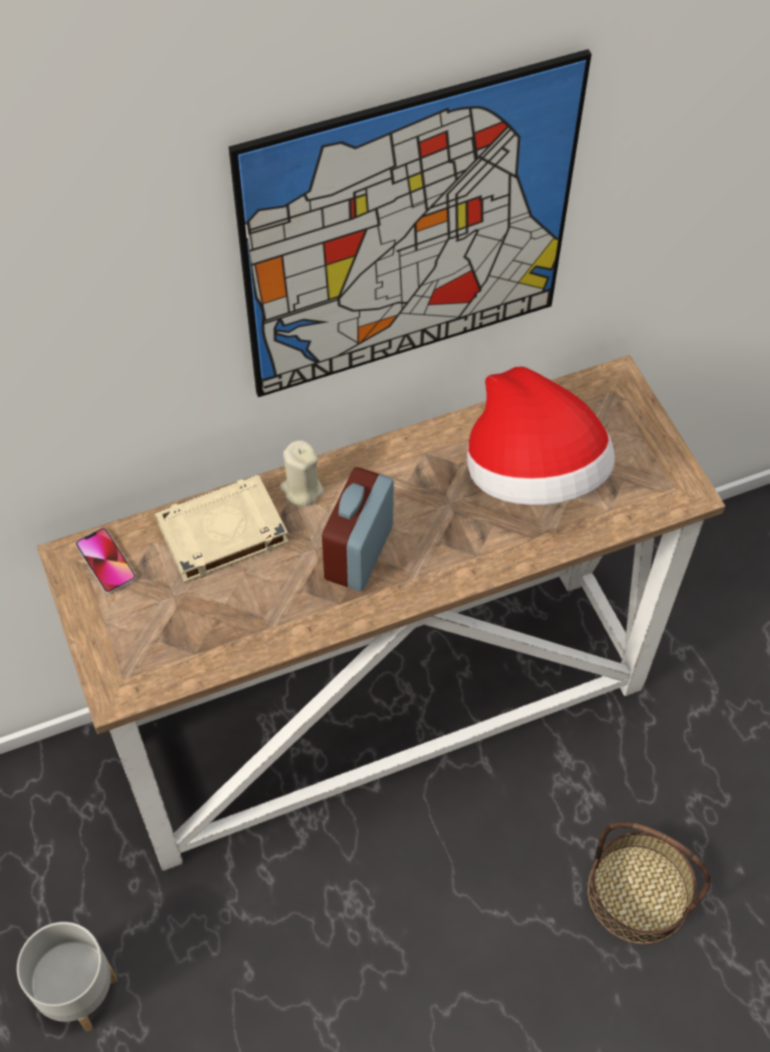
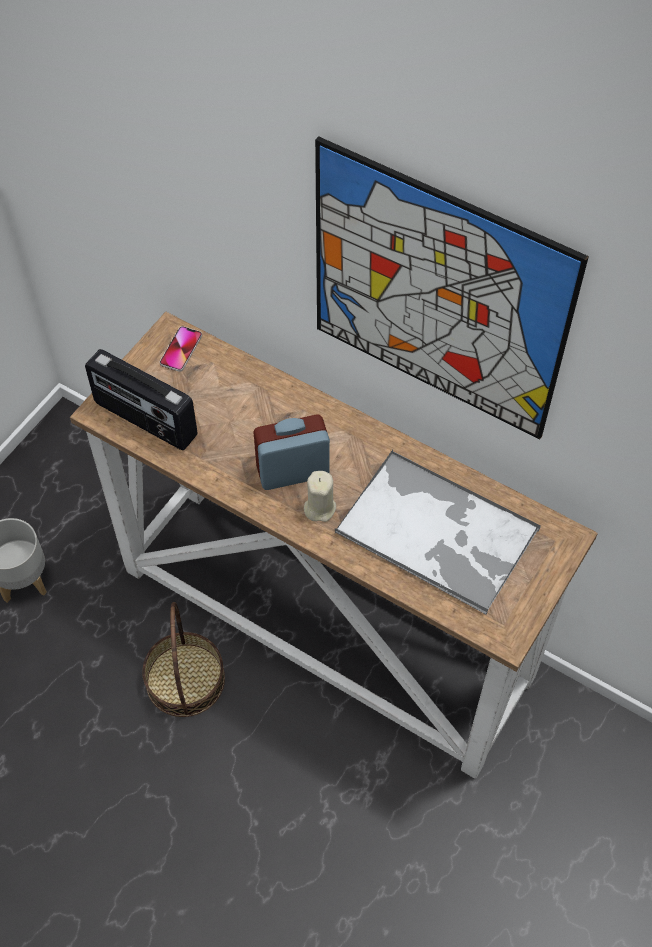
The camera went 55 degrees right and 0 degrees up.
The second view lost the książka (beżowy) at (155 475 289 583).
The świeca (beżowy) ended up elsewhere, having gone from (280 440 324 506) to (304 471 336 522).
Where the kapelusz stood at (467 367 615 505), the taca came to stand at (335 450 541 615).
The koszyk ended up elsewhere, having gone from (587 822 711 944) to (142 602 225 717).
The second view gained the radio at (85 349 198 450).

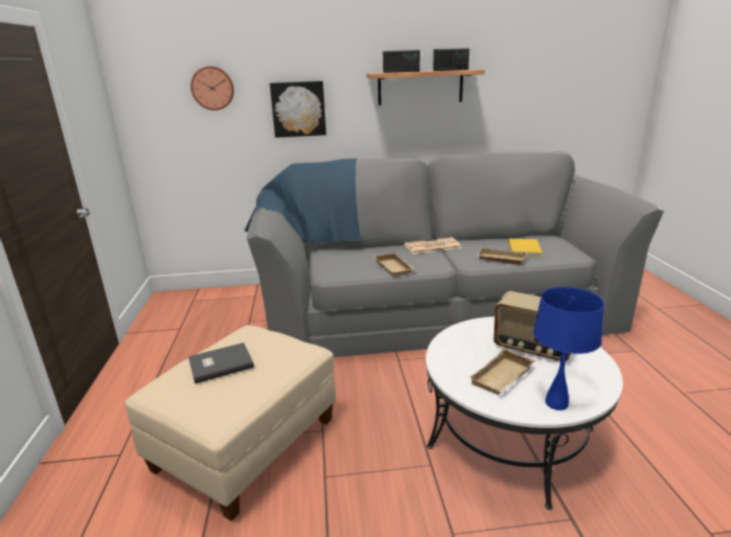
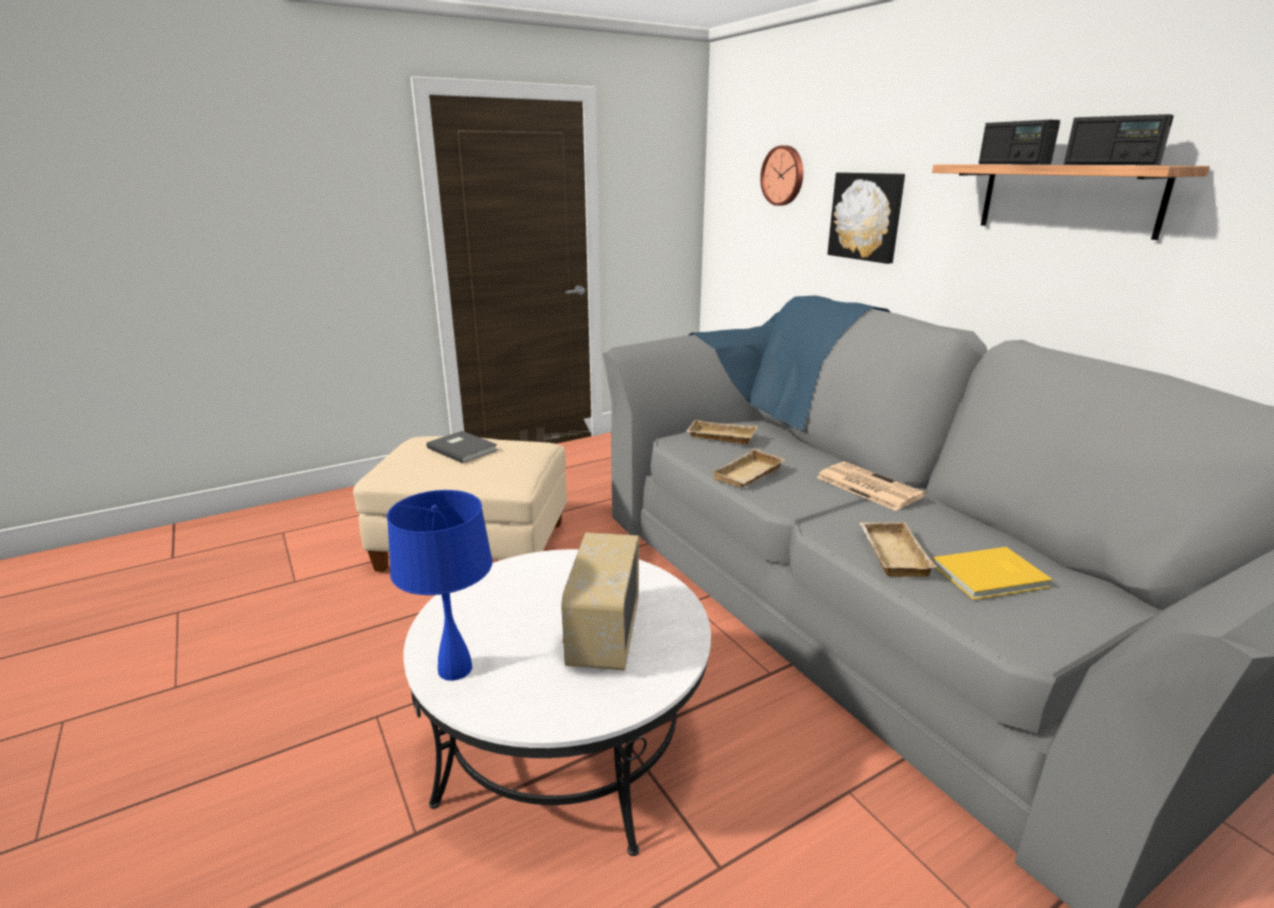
The camera went 65 degrees right and 0 degrees up.
The taca (beżowy) ended up elsewhere, having gone from (470 348 535 395) to (686 419 758 444).

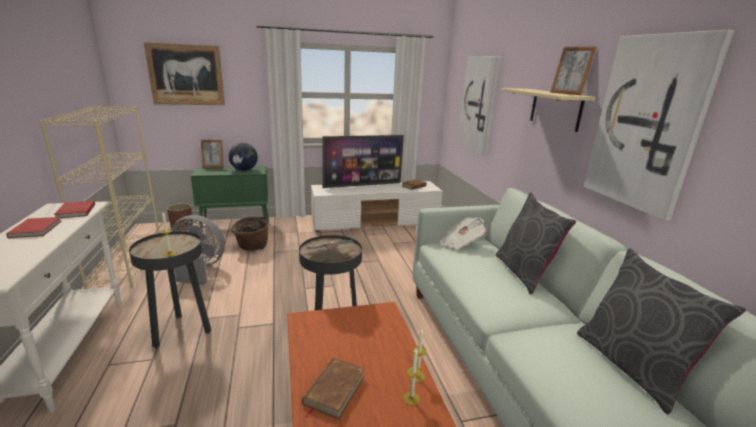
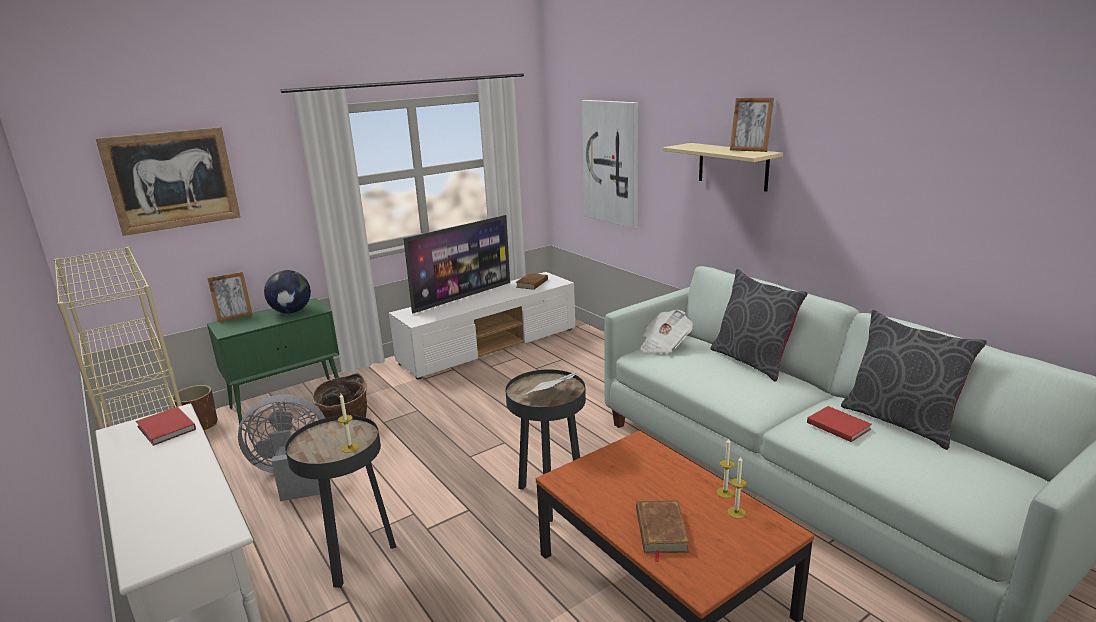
The camera went 20 degrees left and 0 degrees up.
The książka (czerwony) ended up elsewhere, having gone from (6 217 62 238) to (807 406 872 442).
The second view lost the obraz at (584 30 734 221).

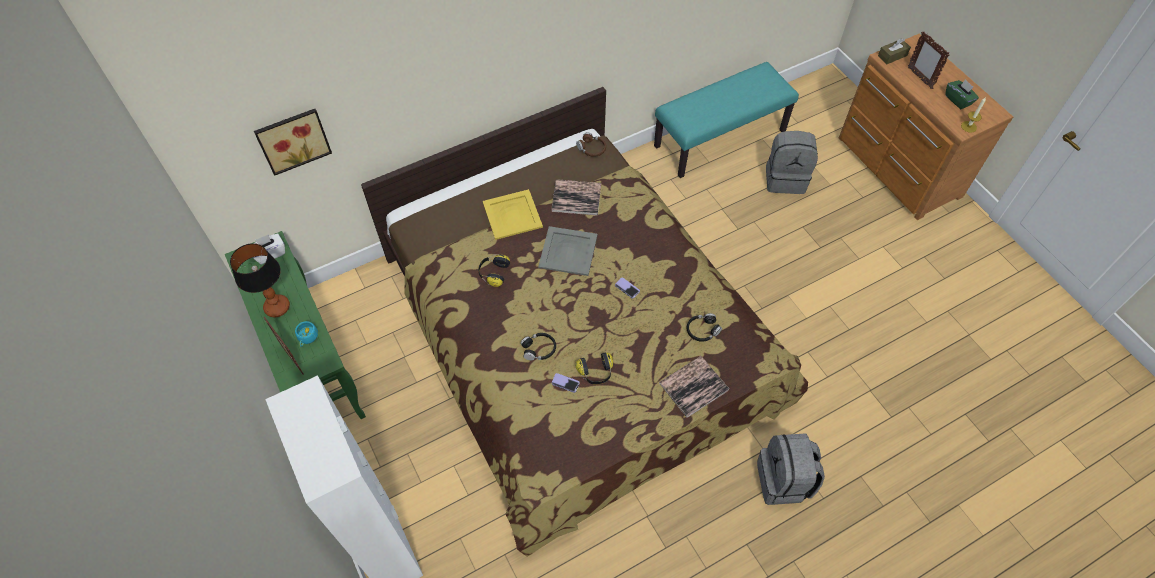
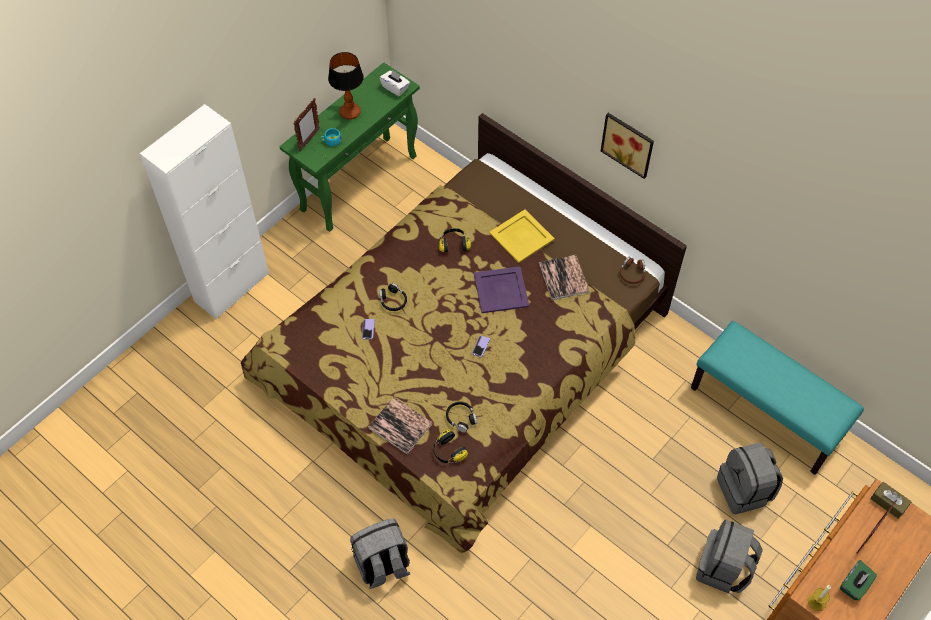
The camera went 70 degrees right and 0 degrees up.
The obraz ended up elsewhere, having gone from (254 109 332 176) to (601 113 654 179).
What was the taca (szary) at (538 226 597 276) turned into the taca (fioletowy) at (474 266 529 313).
The słuchawki ended up elsewhere, having gone from (575 353 613 384) to (433 429 468 463).
The second view gained the plecak (szary) at (696 520 763 593).

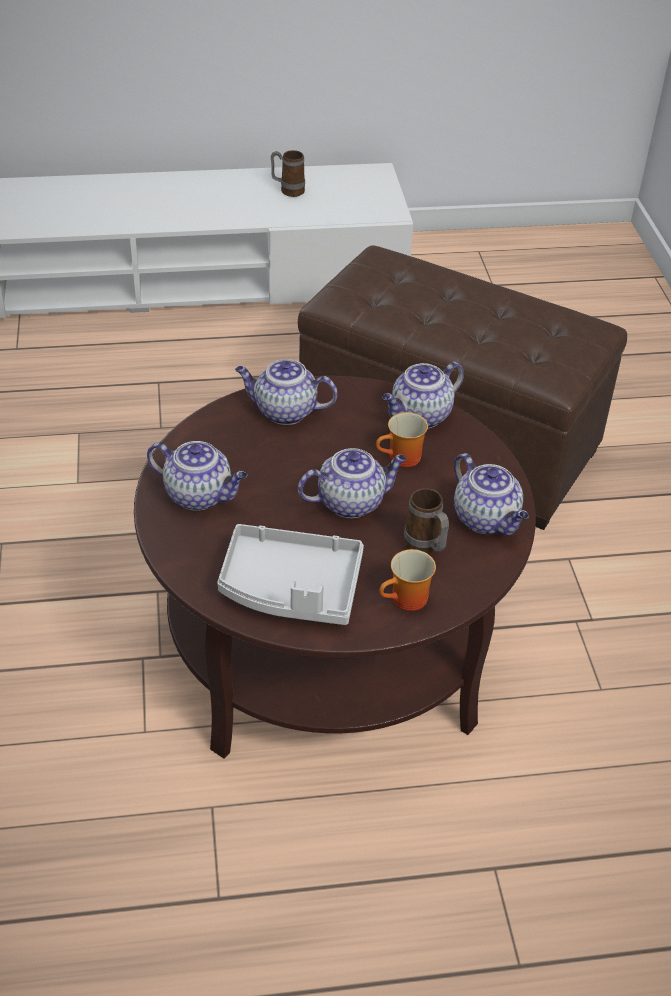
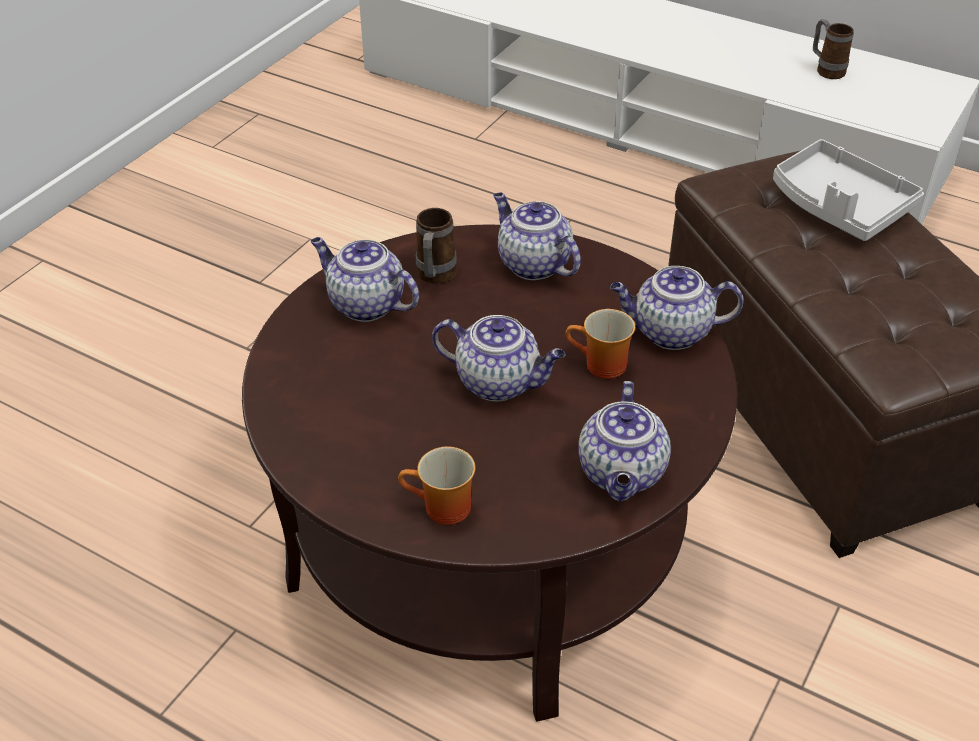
The camera went 40 degrees right and 0 degrees up.
The imbryk at (147 441 247 511) ended up facing another way, 150 degrees clockwise from before.
The taca (szary) ended up elsewhere, having gone from (217 524 364 625) to (773 139 924 241).
The kubek ended up elsewhere, having gone from (404 488 449 555) to (416 208 457 284).

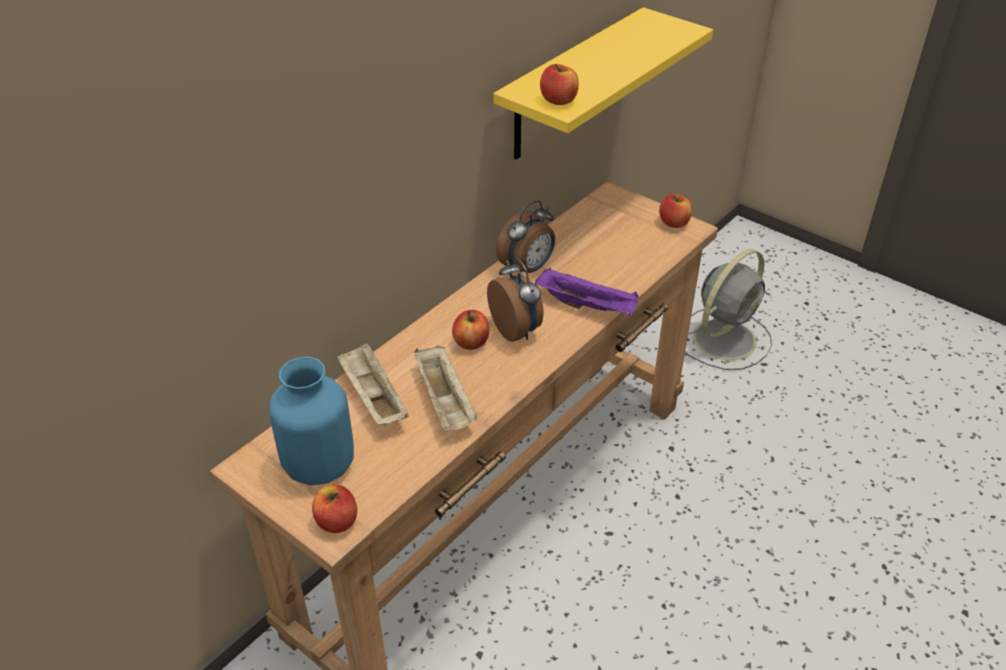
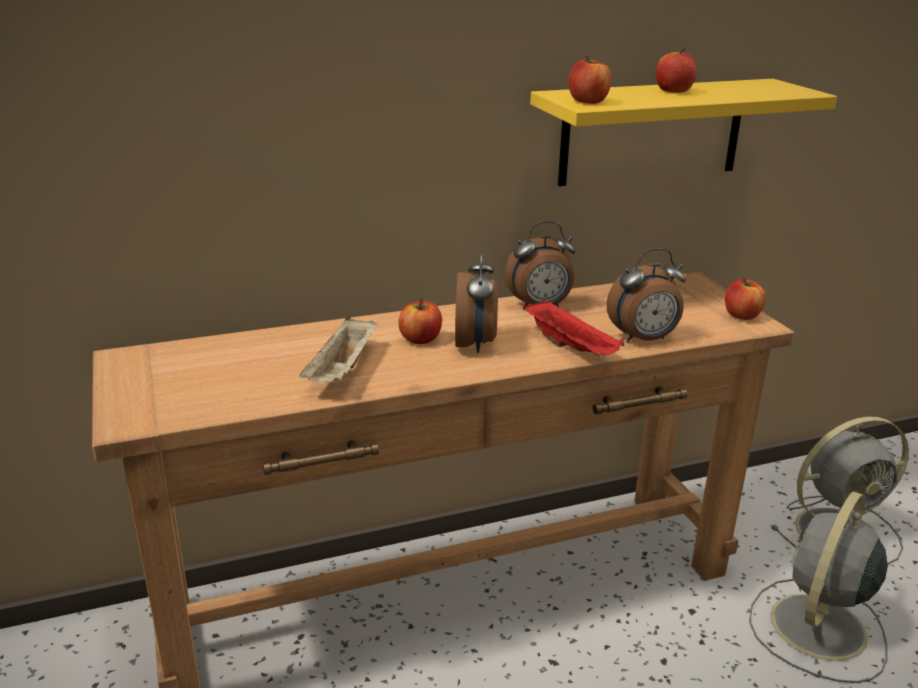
The camera went 30 degrees right and 15 degrees down.
The second view lost the wazon (niebieski) at (269 357 354 485).
The jabłko ended up elsewhere, having gone from (312 485 357 533) to (656 49 697 93).
The second view lost the taca (beżowy) at (337 342 409 425).
What was the taca (fioletowy) at (535 268 639 315) turned into the taca (czerwony) at (523 300 624 355).
The second view gained the budzik at (607 248 686 343).
The second view gained the wentylator (szary) at (749 491 888 683).

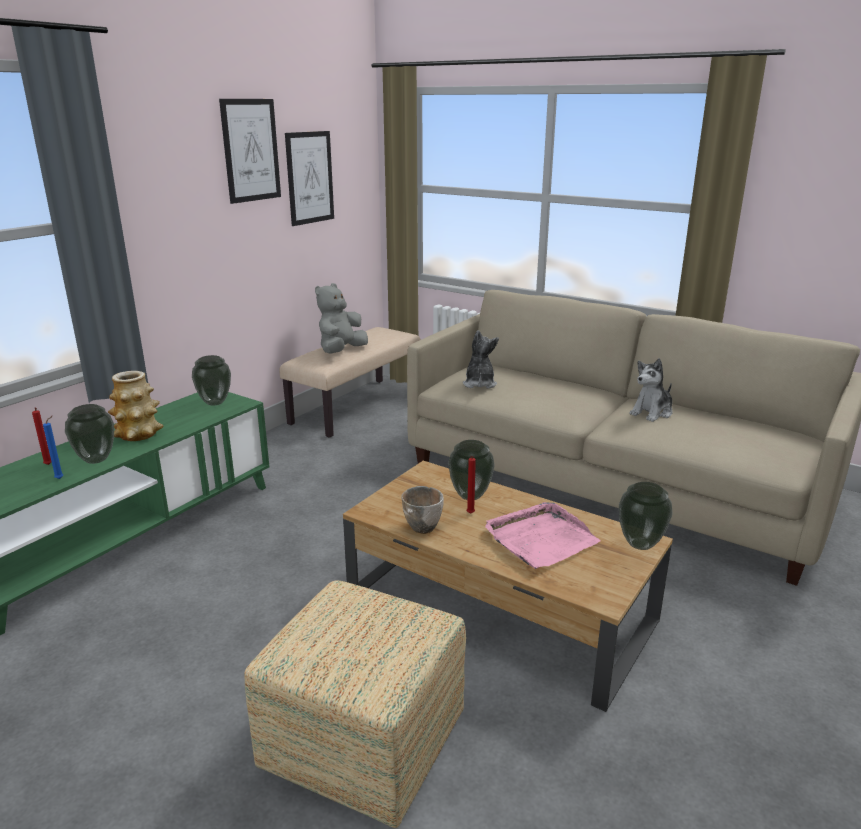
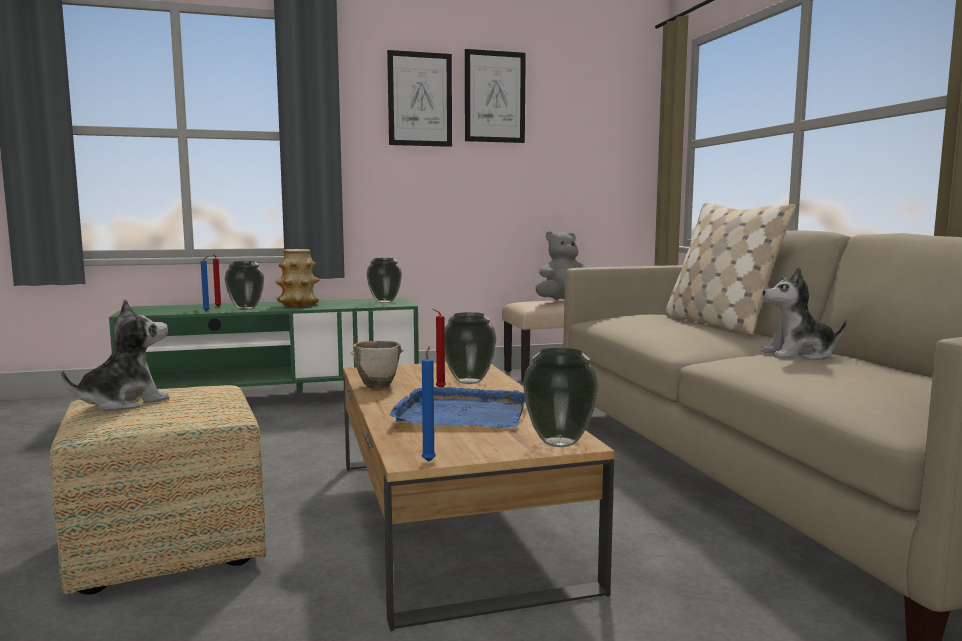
The camera went 40 degrees right and 15 degrees down.
The obraz ended up elsewhere, having gone from (285 131 334 226) to (387 50 452 147).
The pluszak ended up elsewhere, having gone from (463 330 499 389) to (61 300 170 411).
What was the taca (różowy) at (485 502 601 569) turned into the taca (niebieski) at (390 387 525 428).
The second view gained the świeca (niebieski) at (422 346 436 462).
The second view gained the poduszka (beżowy) at (665 203 796 335).

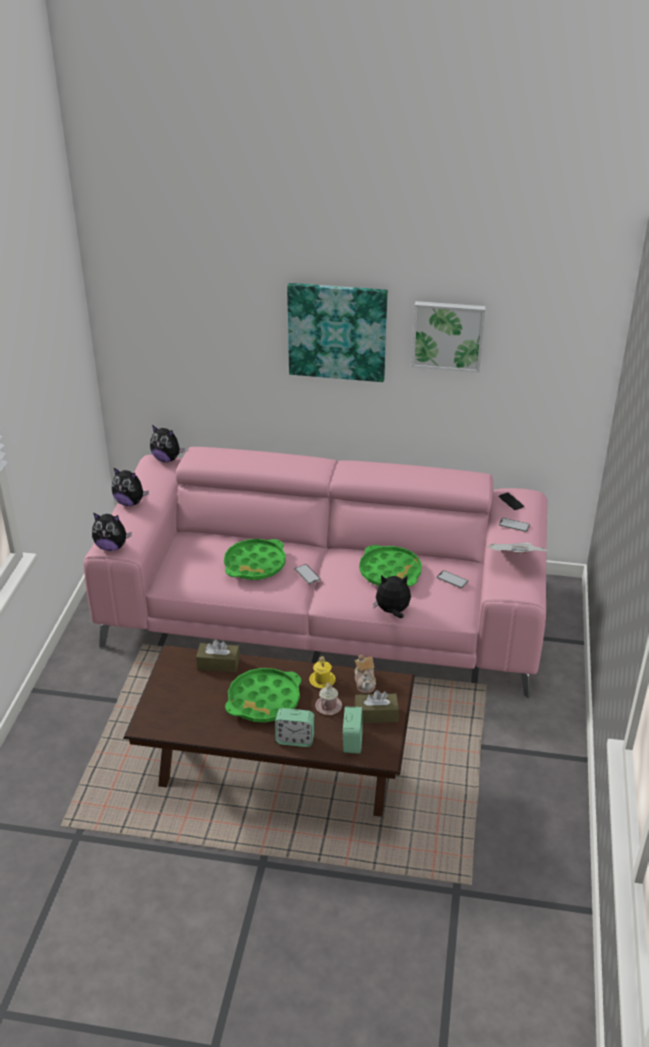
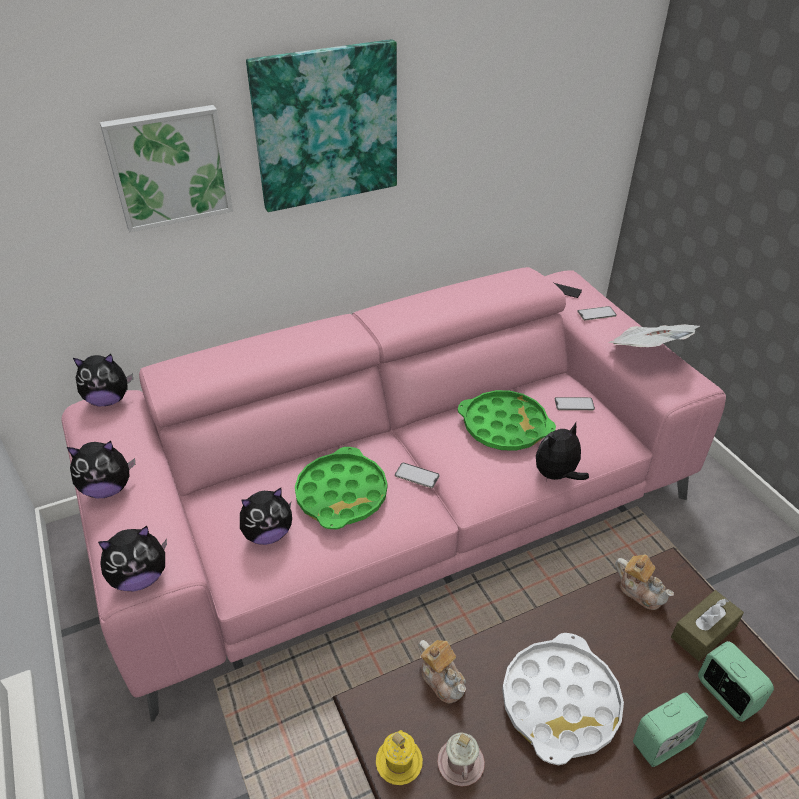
The camera went 35 degrees left and 5 degrees up.
Where the pudełko chusteczek (brązowy) stood at (196 640 240 672), the imbryk came to stand at (418 640 466 703).
What was the taca (zielony) at (225 668 301 722) turned into the taca (biały) at (502 633 624 765).
The kubek (żółty) ended up elsewhere, having gone from (309 656 336 688) to (376 730 423 785).
The kubek (różowy) ended up elsewhere, having gone from (315 682 342 715) to (437 732 485 786).
The obraz ended up elsewhere, having gone from (411 301 486 373) to (100 105 233 232).
The second view gained the pluszak at (240 488 292 545).

